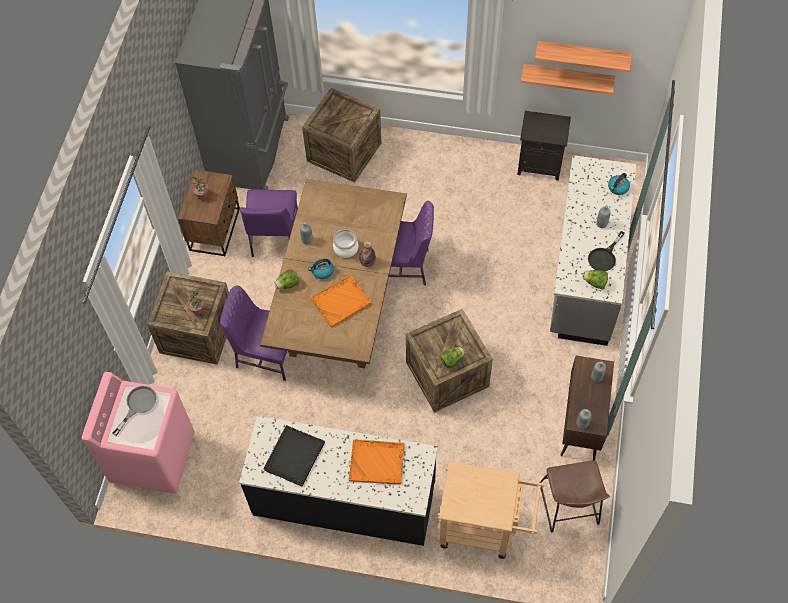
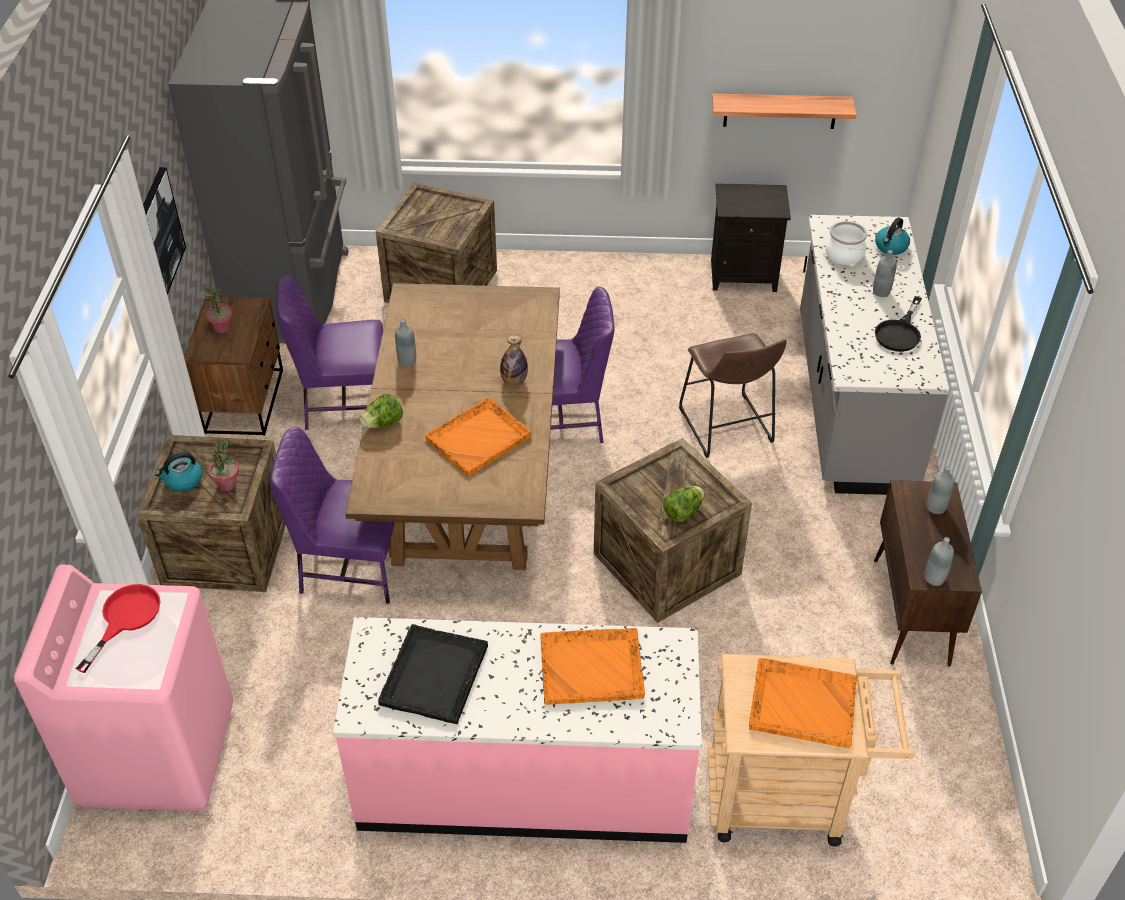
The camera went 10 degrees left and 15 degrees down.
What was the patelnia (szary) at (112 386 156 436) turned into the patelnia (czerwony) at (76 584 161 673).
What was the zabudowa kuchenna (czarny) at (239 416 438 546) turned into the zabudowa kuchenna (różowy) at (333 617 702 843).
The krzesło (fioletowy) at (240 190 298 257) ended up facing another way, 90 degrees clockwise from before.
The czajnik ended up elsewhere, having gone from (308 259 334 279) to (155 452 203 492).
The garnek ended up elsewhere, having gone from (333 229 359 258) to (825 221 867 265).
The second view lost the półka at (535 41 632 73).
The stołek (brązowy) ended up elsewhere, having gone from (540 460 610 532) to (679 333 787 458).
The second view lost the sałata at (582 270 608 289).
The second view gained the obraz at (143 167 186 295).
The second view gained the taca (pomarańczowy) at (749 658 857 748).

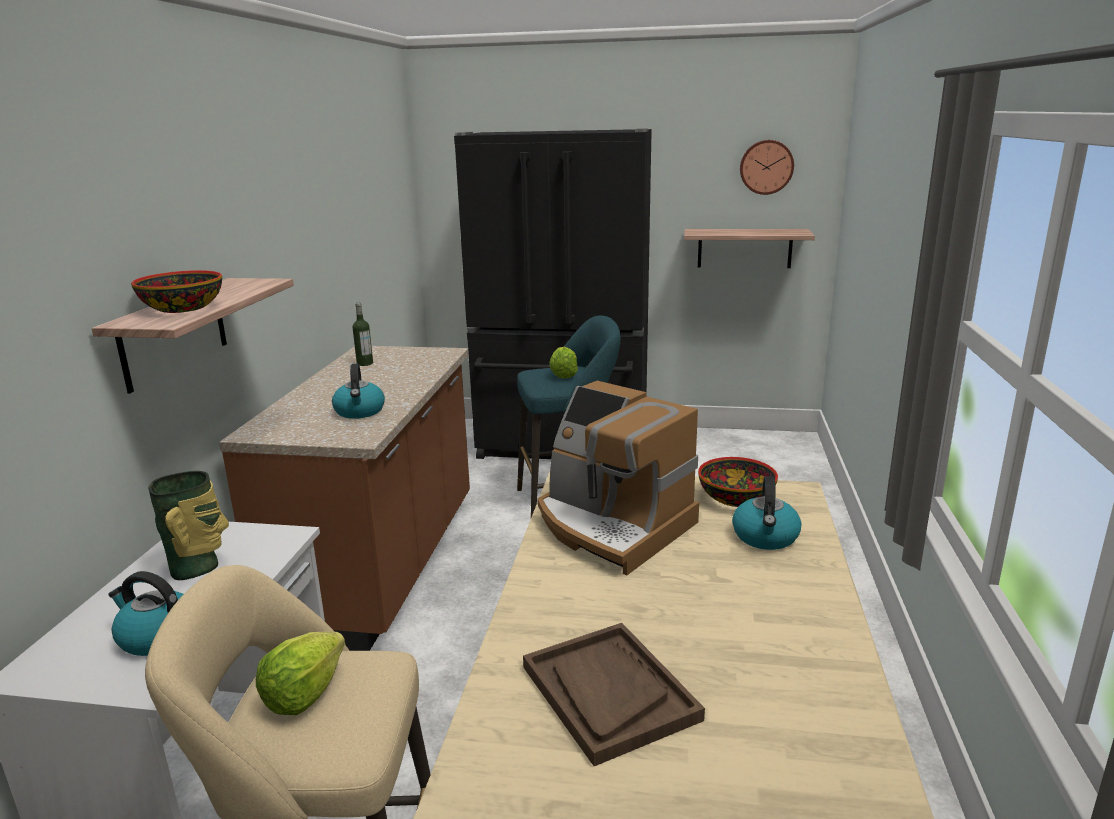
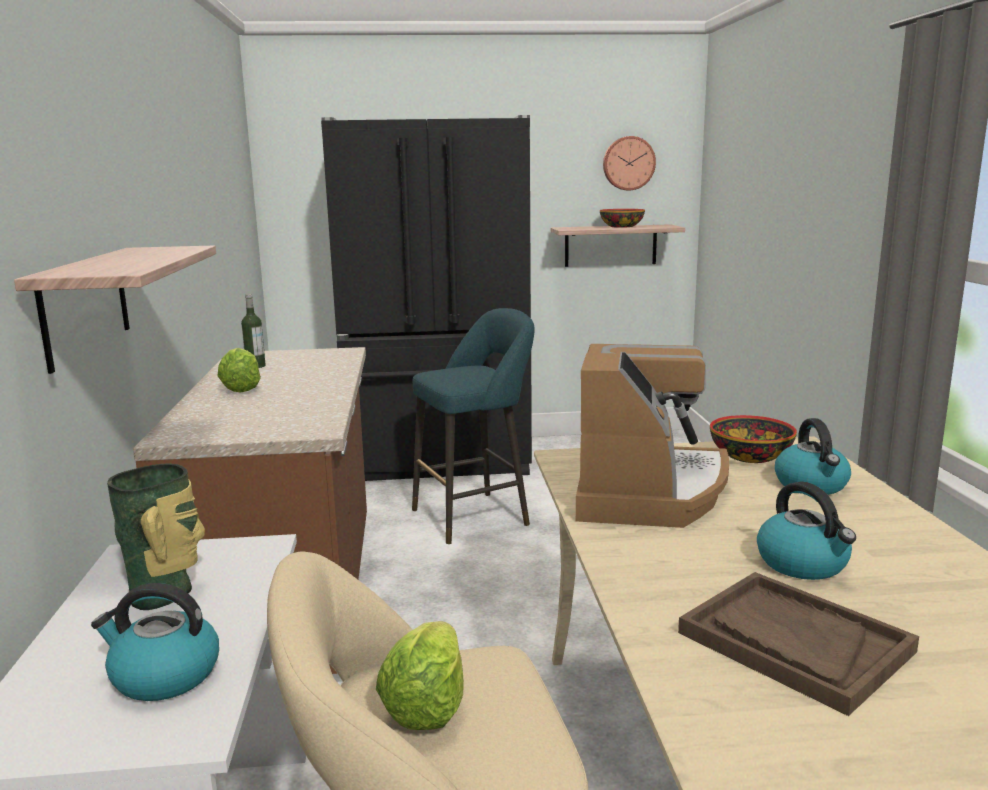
The camera went 15 degrees left and 5 degrees down.
The miska ended up elsewhere, having gone from (131 270 222 313) to (600 209 645 228).
The czajnik ended up elsewhere, having gone from (332 364 385 419) to (757 481 856 580).
The ekspres do kawy at (537 381 699 575) ended up facing another way, 105 degrees counterclockwise from before.
The sałata ended up elsewhere, having gone from (549 347 578 379) to (217 348 261 393).

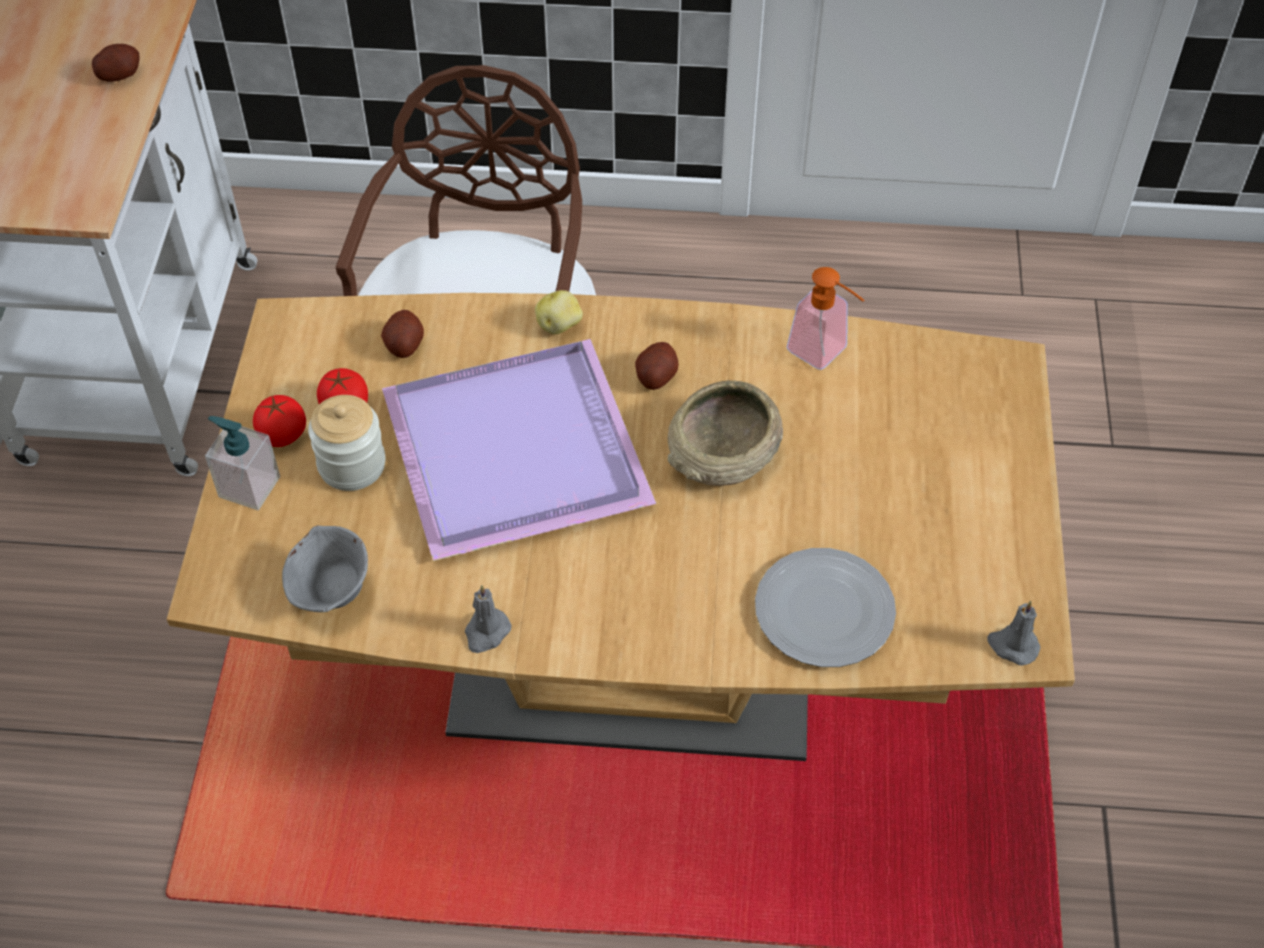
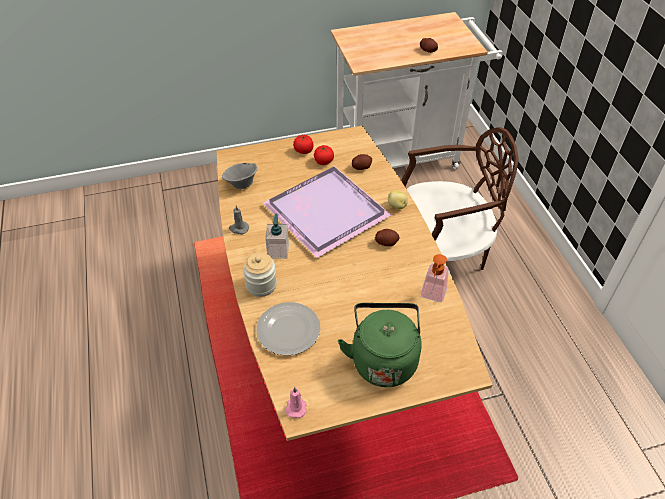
The camera went 70 degrees right and 5 degrees down.
The dozownik mydła ended up elsewhere, having gone from (205 416 280 510) to (265 213 289 259).
The słoik ended up elsewhere, having gone from (308 395 386 491) to (243 252 277 297).
The second view lost the miska (beżowy) at (668 380 783 486).
What was the świeca (szary) at (987 601 1040 665) turned into the świeca (różowy) at (285 387 307 418).
The second view gained the czajnik (zielony) at (338 303 422 387).

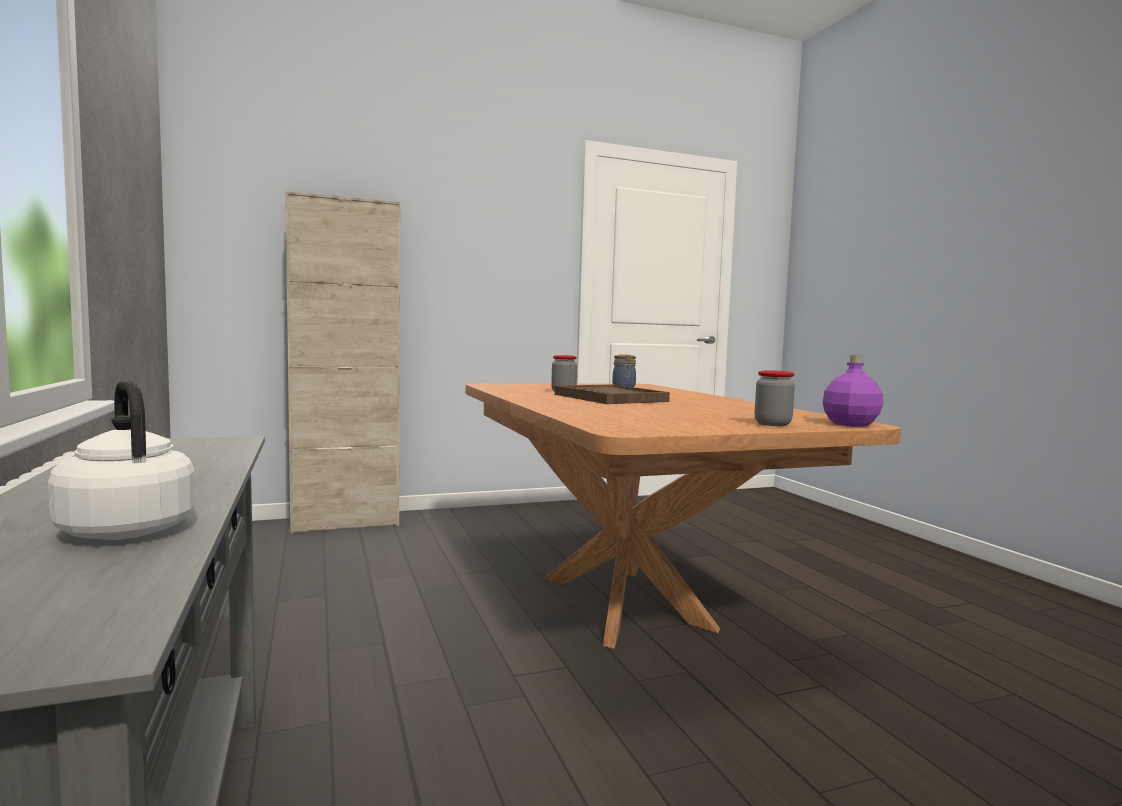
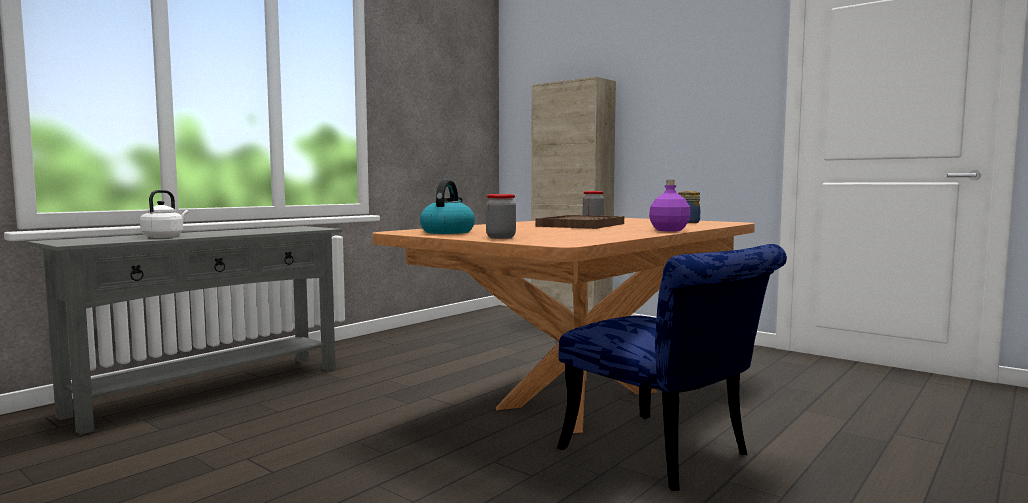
The camera went 60 degrees right and 0 degrees up.
The butelka (fioletowy) ended up elsewhere, having gone from (823 355 883 427) to (649 180 690 232).
The second view gained the czajnik at (420 180 475 234).
The second view gained the krzesło (niebieski) at (557 244 787 491).

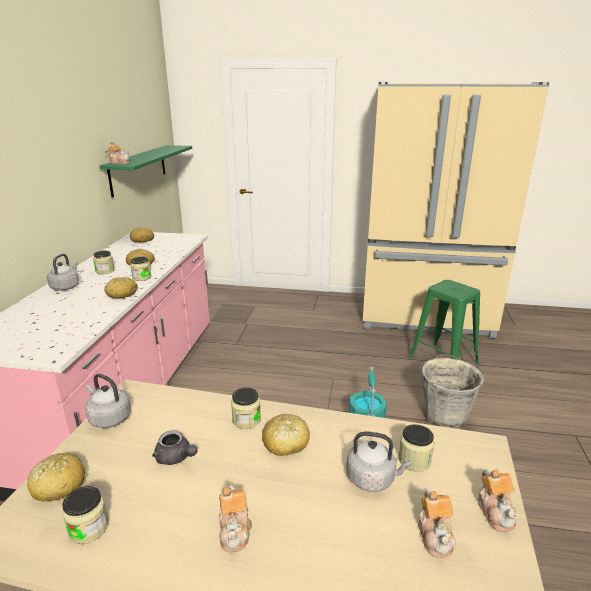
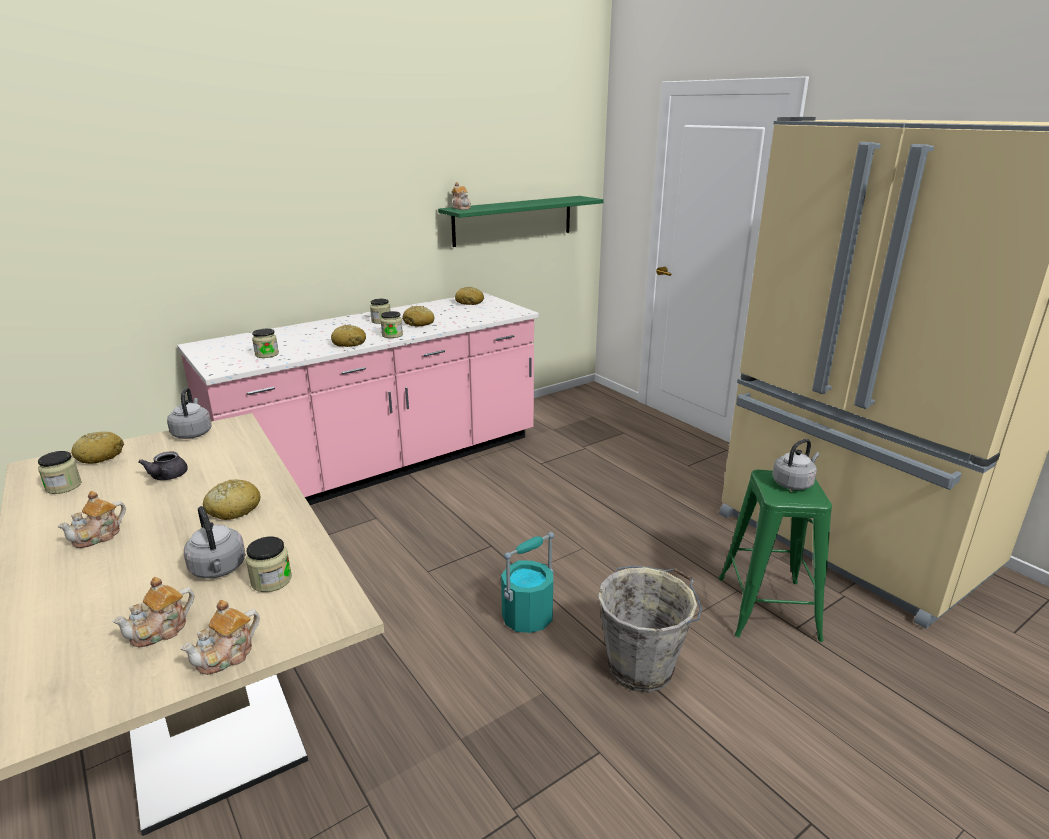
The camera went 45 degrees right and 0 degrees up.
The czajnik (szary) ended up elsewhere, having gone from (47 254 79 291) to (772 439 820 490).
The słoik ended up elsewhere, having gone from (231 387 261 429) to (252 329 279 358).

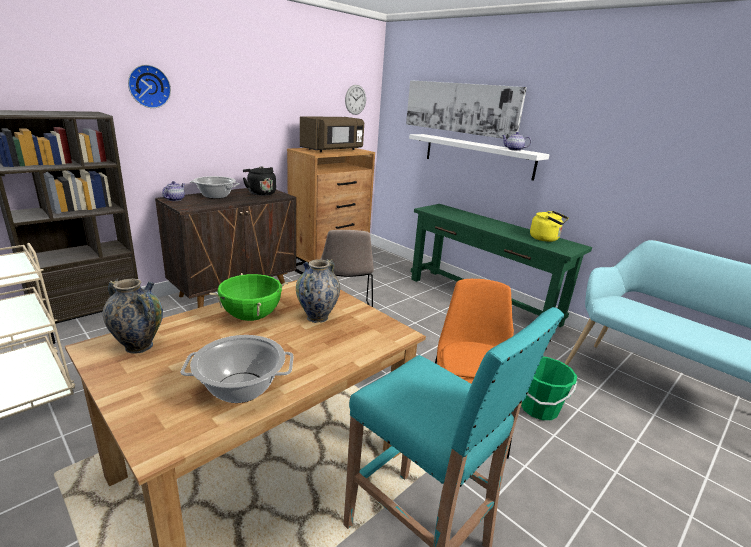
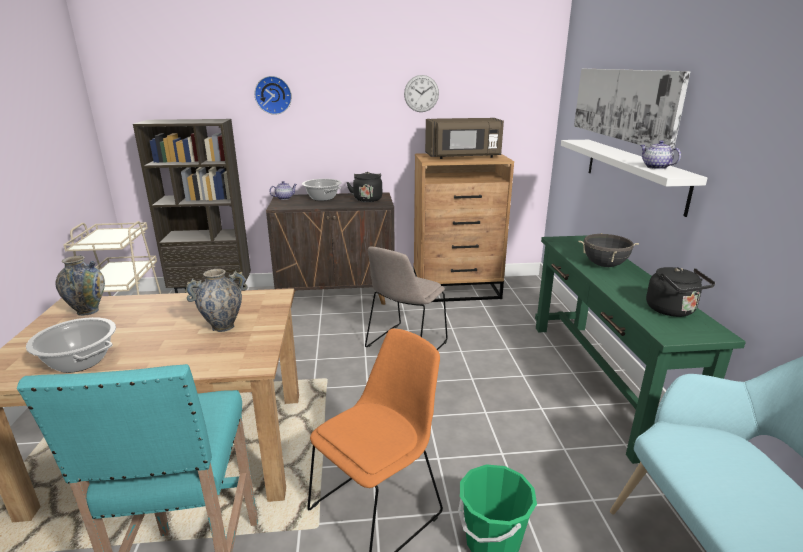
The camera went 40 degrees right and 0 degrees up.
The second view lost the garnek (zielony) at (210 273 288 321).
The zegar ścienny ended up elsewhere, having gone from (345 85 366 115) to (404 75 439 112).
What was the czajnik (żółty) at (530 211 568 242) turned into the czajnik (czarny) at (646 267 715 317).
The second view gained the garnek (czarny) at (578 233 639 267).

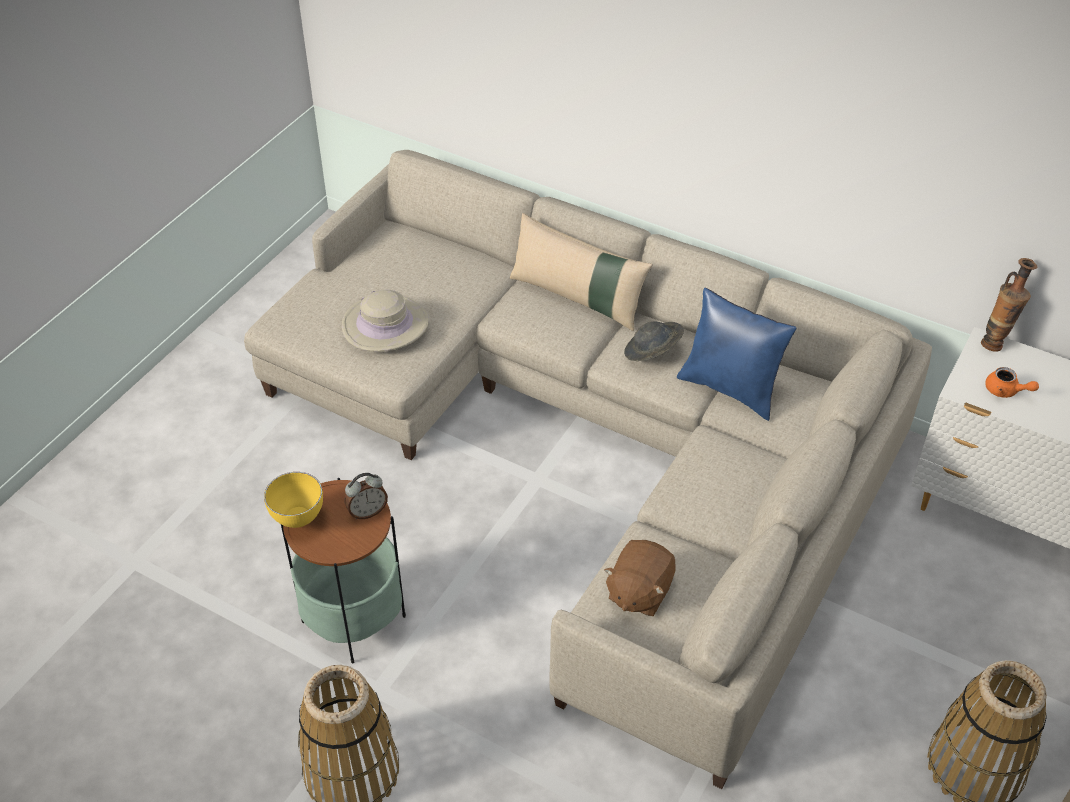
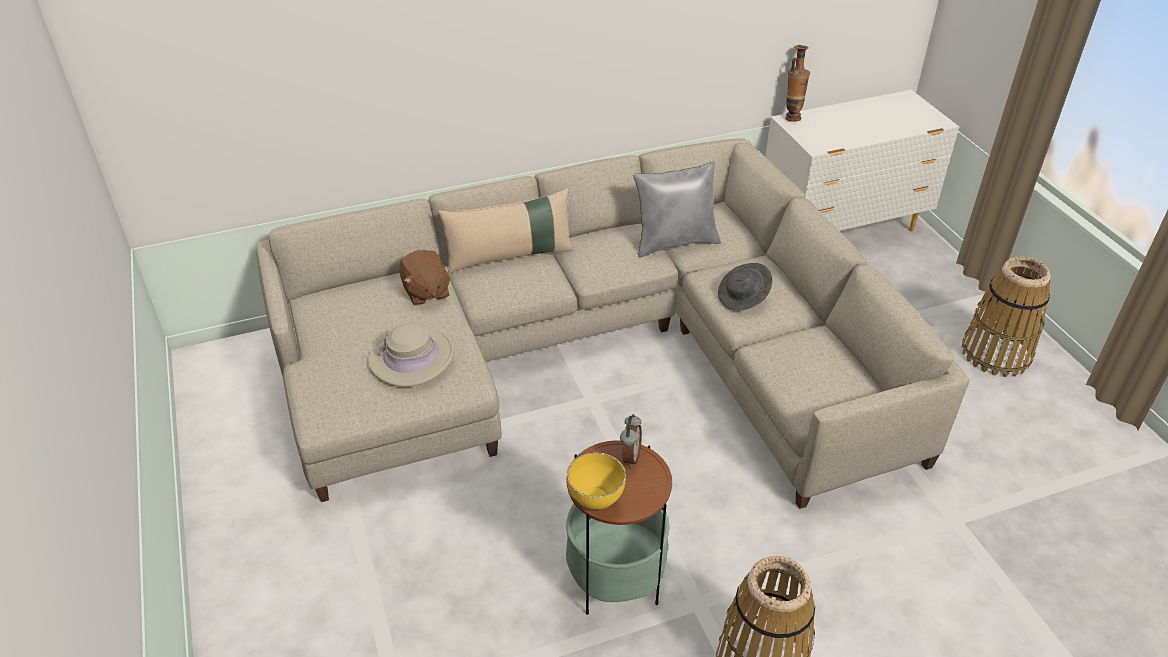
The camera went 50 degrees left and 5 degrees down.
The pluszak (brązowy) ended up elsewhere, having gone from (604 540 676 616) to (399 250 451 305).
The kapelusz (szary) ended up elsewhere, having gone from (624 321 684 361) to (718 263 772 311).
What was the poduszka (niebieski) at (677 288 796 421) turned into the poduszka (szary) at (633 162 721 258).
The second view lost the imbryk (pomarańczowy) at (985 367 1039 398).

